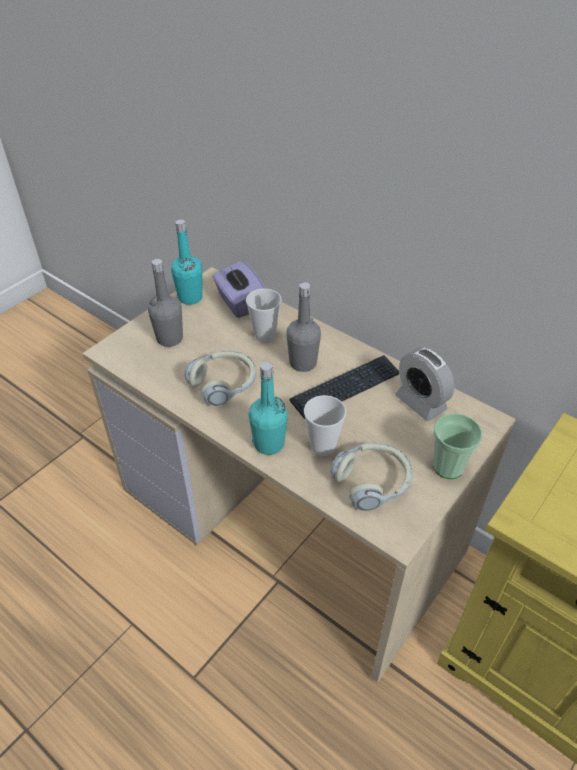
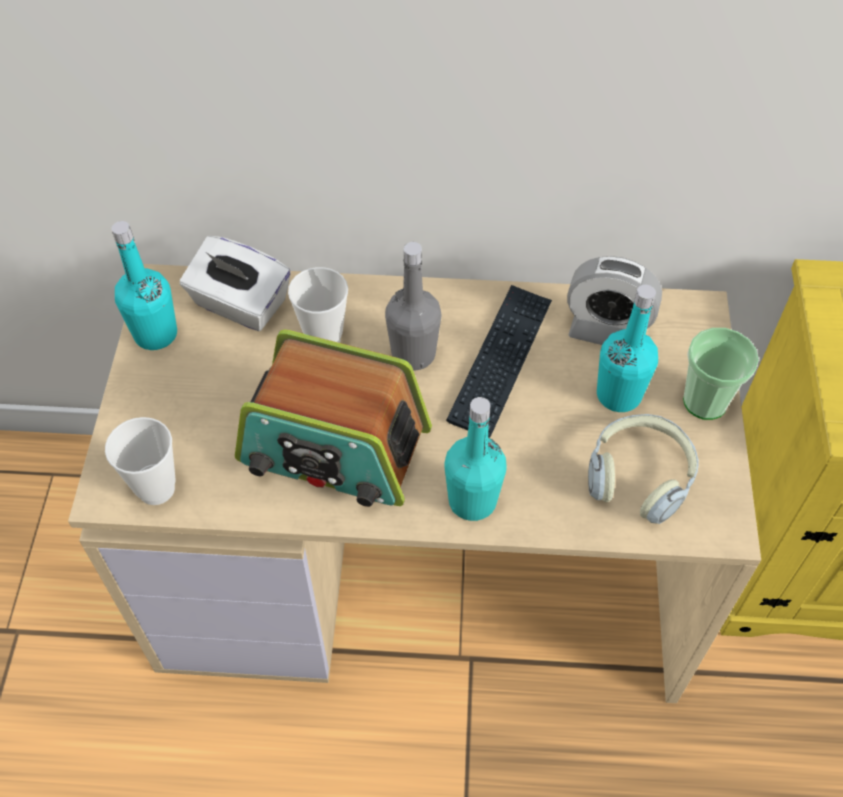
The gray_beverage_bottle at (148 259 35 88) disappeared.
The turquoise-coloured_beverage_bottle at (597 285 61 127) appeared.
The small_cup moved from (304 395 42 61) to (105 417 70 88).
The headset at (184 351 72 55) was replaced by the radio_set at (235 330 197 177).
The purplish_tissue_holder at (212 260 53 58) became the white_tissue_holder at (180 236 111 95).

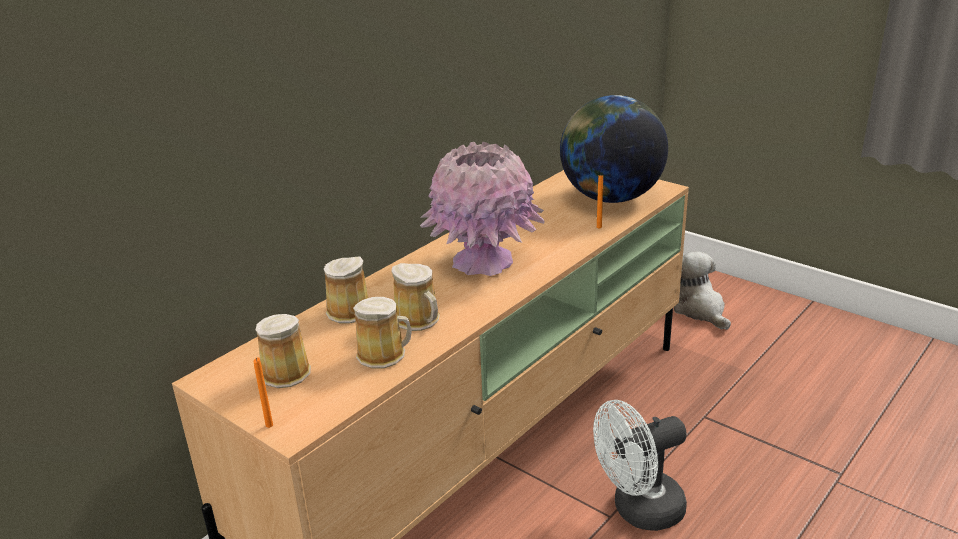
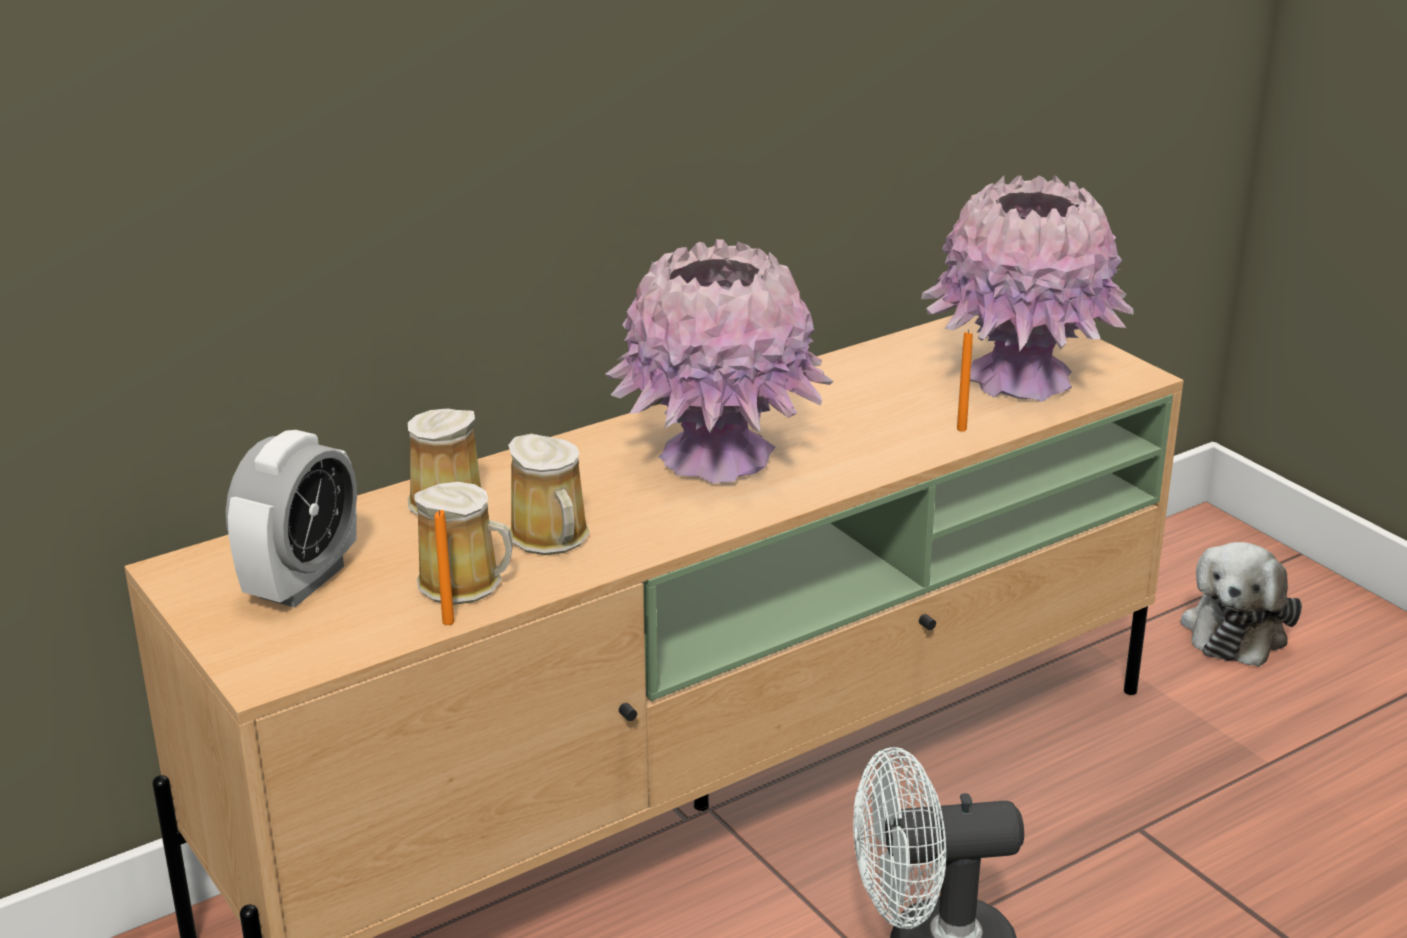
The orangey_wax_candle moved from (254 357 19 71) to (434 510 20 115).
The coffee_mug at (256 314 55 74) was replaced by the alarm_clock at (226 430 131 178).
The world_globe at (560 95 108 108) was replaced by the pink-coloured_flower_vase at (921 175 213 227).
The plush_toy at (674 252 57 78) turned 150 degrees counterclockwise.

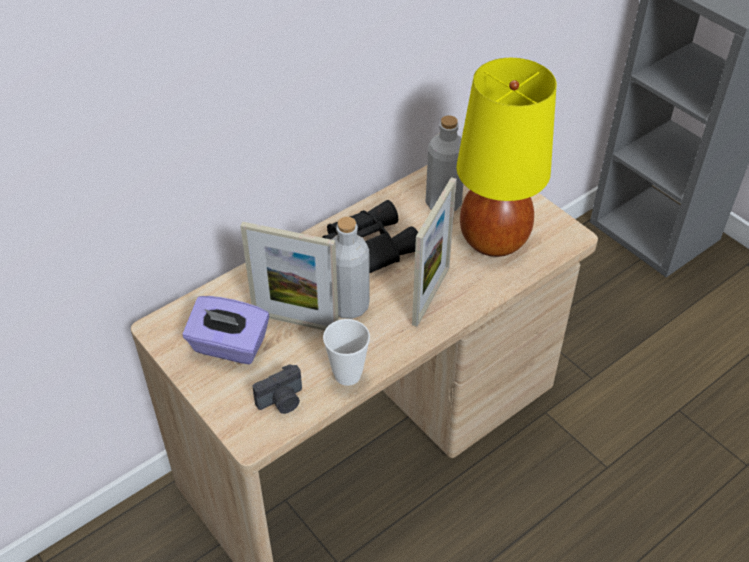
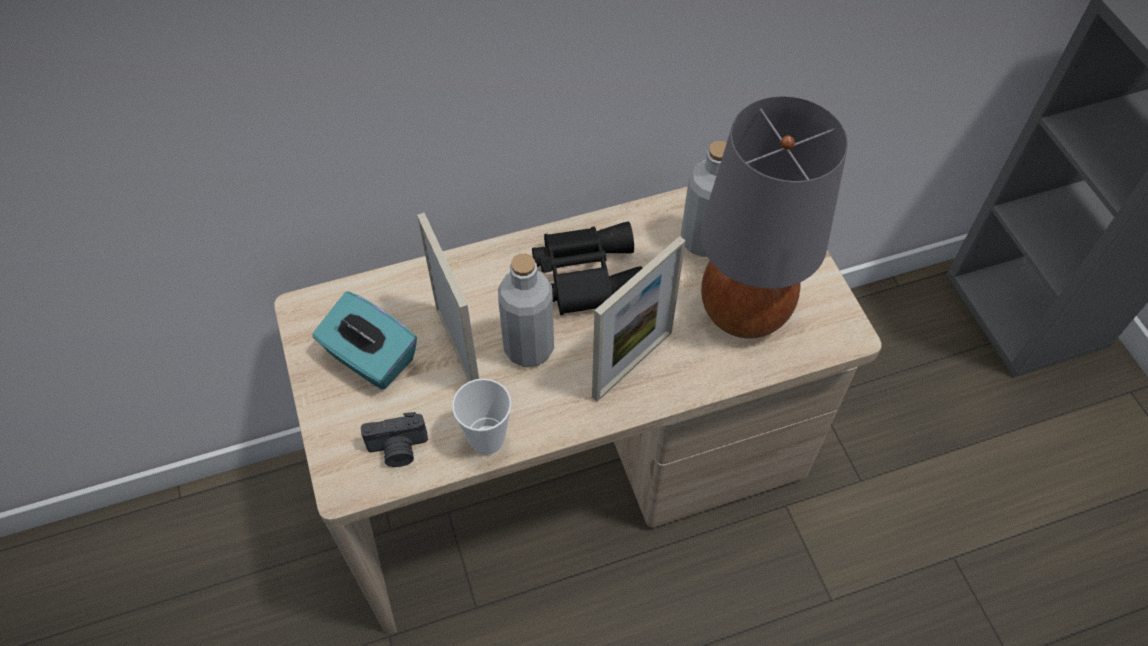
The purplish_tissue_holder at (183 296 86 68) became the turquoise-coloured_tissue_holder at (313 291 104 99).
The yellow-coloured_lamp_for_a_table at (457 58 100 199) became the gray_lamp_for_a_table at (701 96 147 242).
The picture_frame at (240 222 99 109) turned 150 degrees counterclockwise.

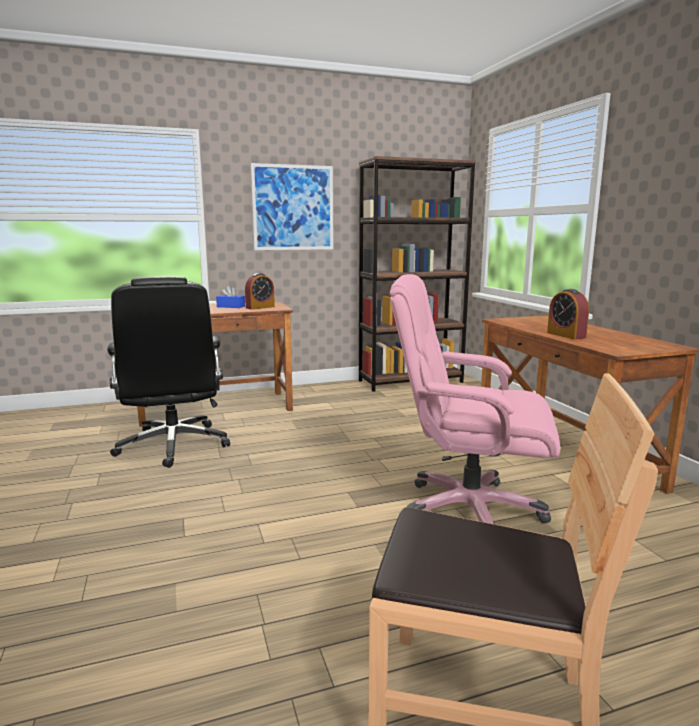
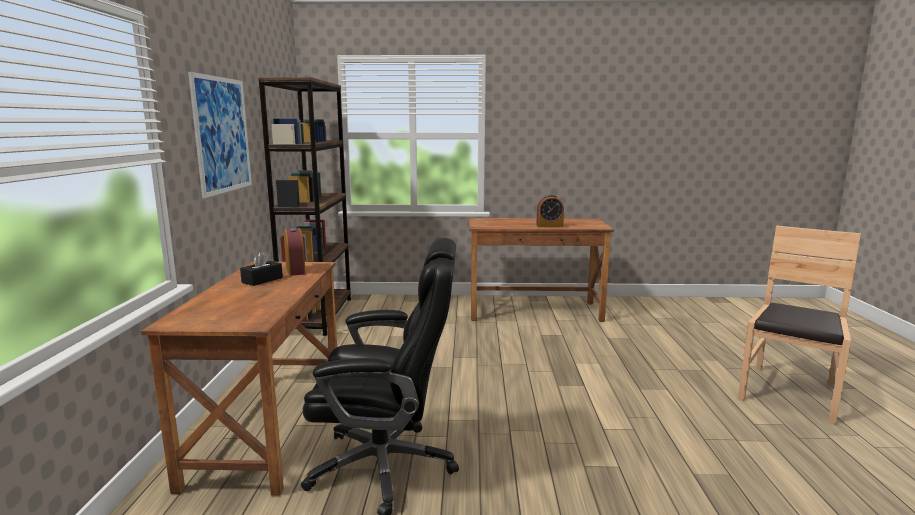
The pink-coloured_desk_chair at (390 274 170 250) disappeared.
The bluish_tissue_holder at (216 286 29 22) became the blackish_tissue_holder at (240 251 43 35).

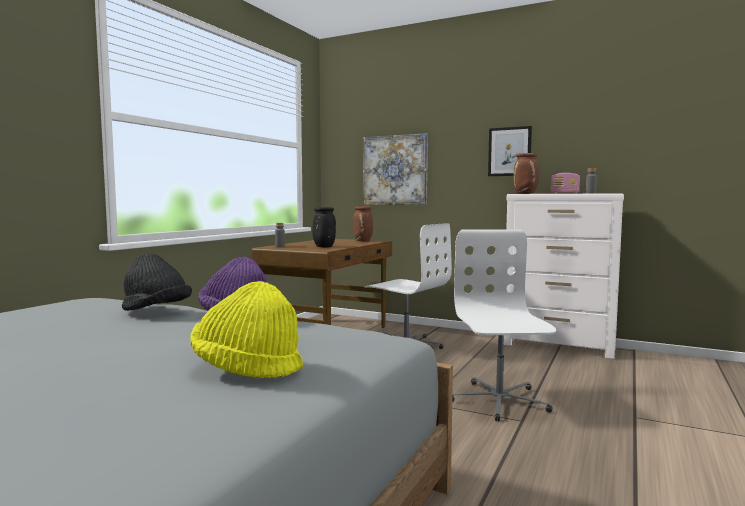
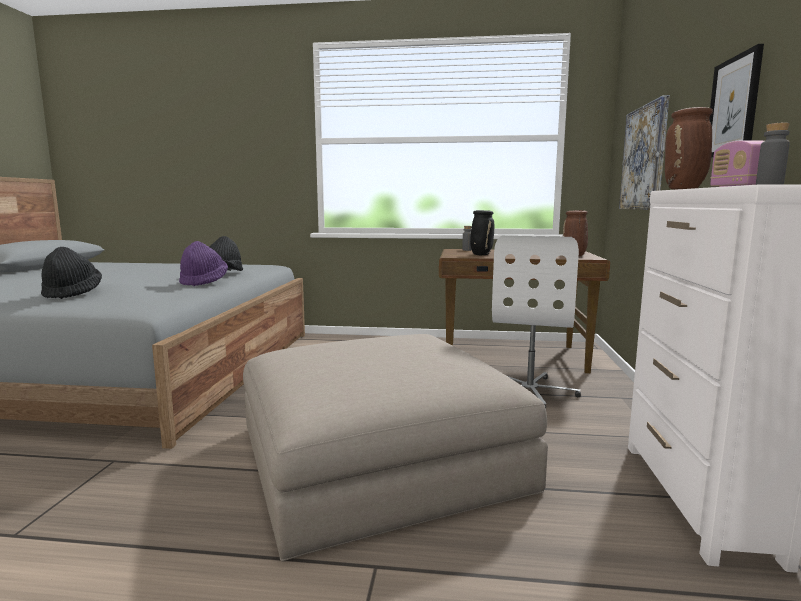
The white_desk_chair at (452 229 104 192) was replaced by the beige-coloured_pouffe at (243 334 305 227).
The yellow-coloured_wearable_hat at (190 281 113 97) became the blackish_wearable_hat at (41 247 61 52).

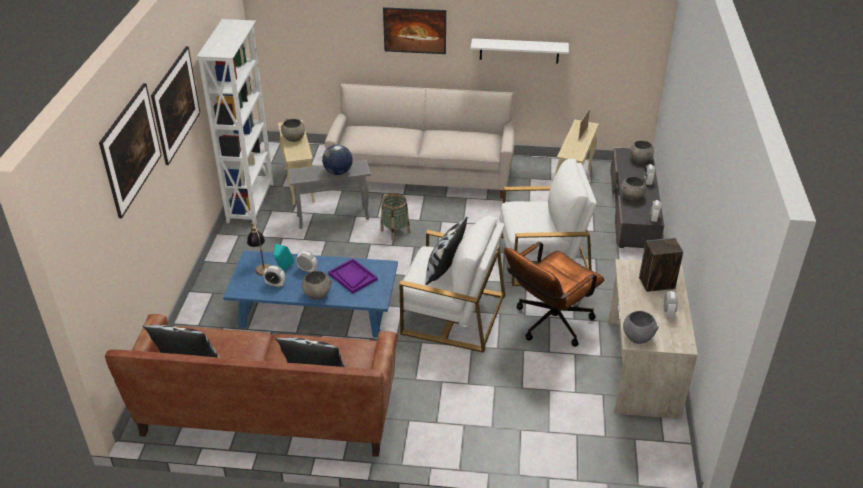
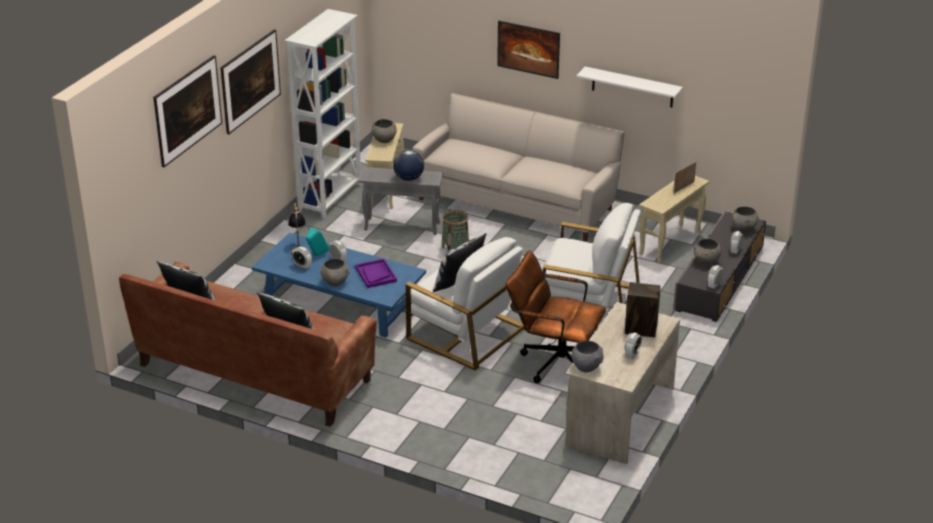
The brown-coloured_desk_chair at (504 242 100 105) turned 45 degrees clockwise.

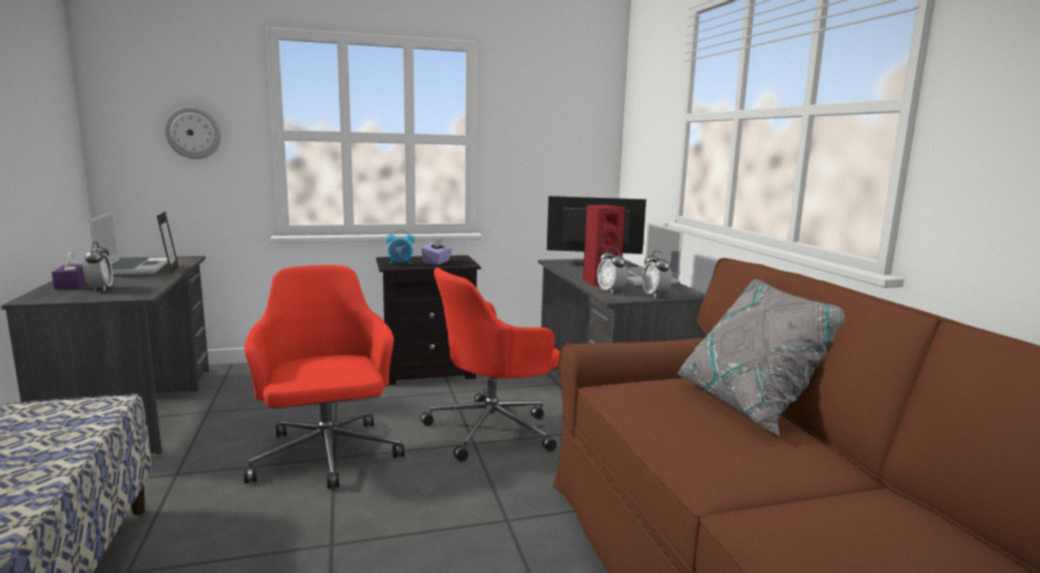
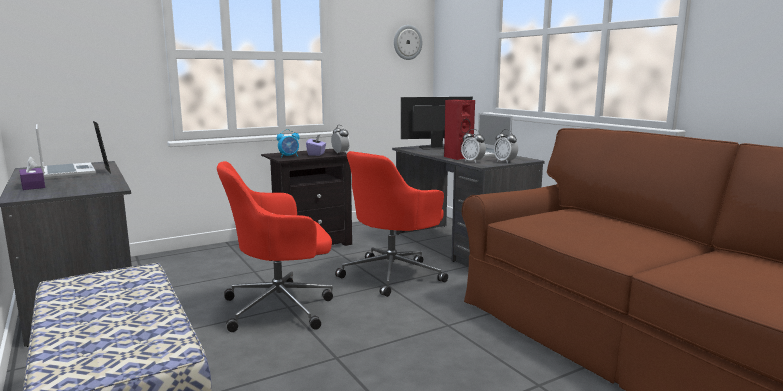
The gray_pillow at (677 279 168 157) disappeared.
The alarm_clock moved from (83 242 30 49) to (331 125 19 29).
The hanging_clock moved from (165 107 56 52) to (394 25 28 35).
The red_desk_chair at (244 265 160 224) turned 75 degrees counterclockwise.

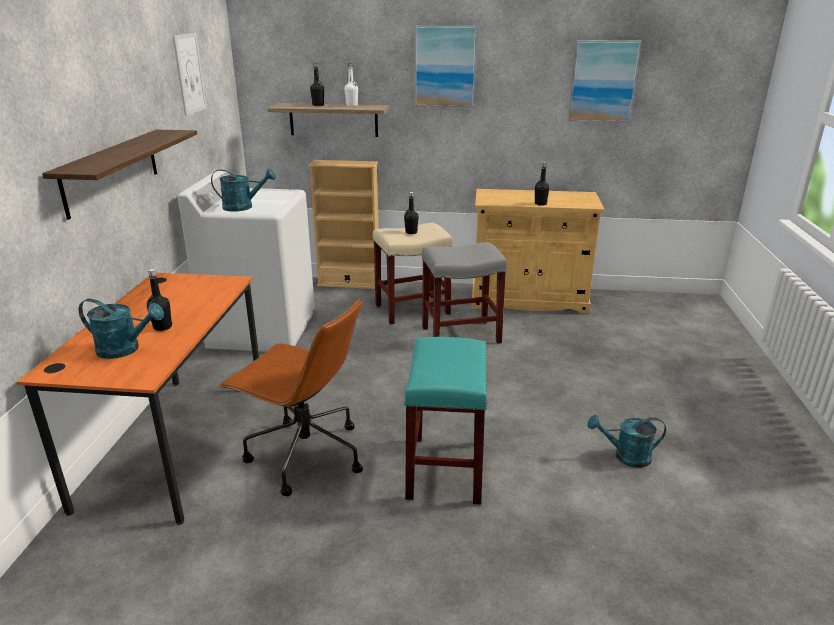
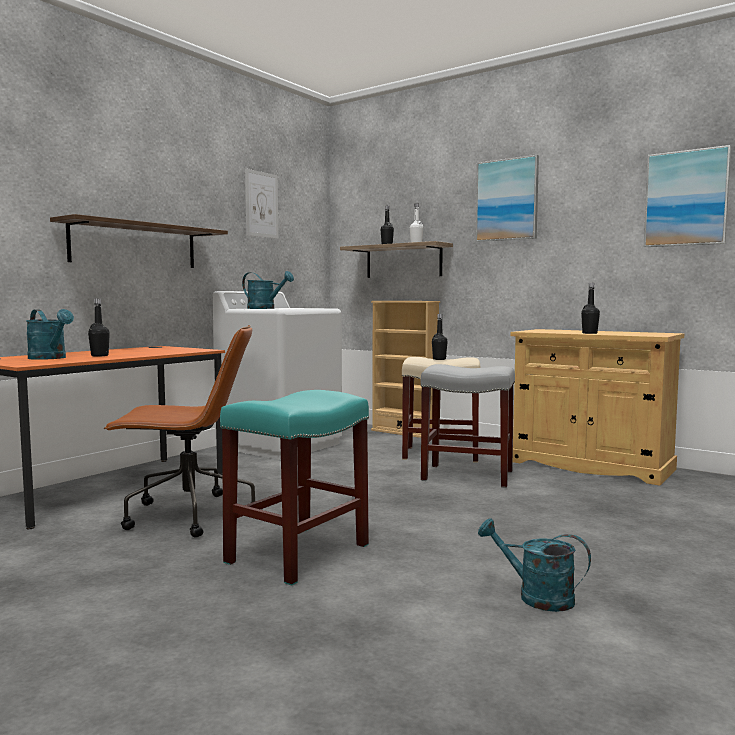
The brown-coloured_desk_chair at (219 298 144 198) turned 60 degrees counterclockwise.

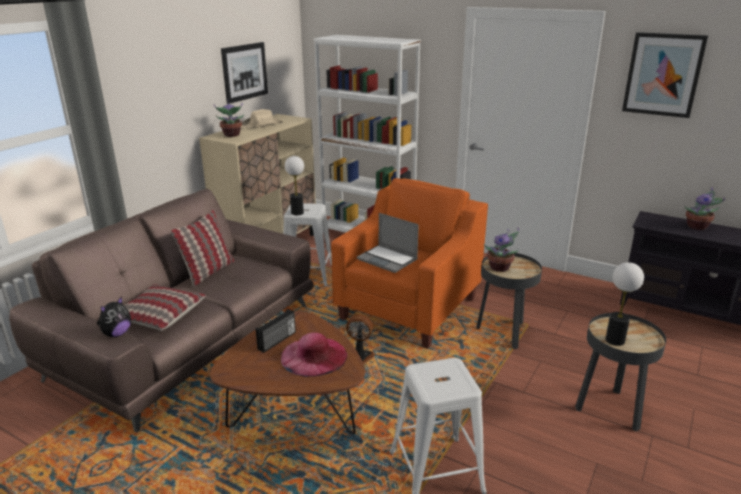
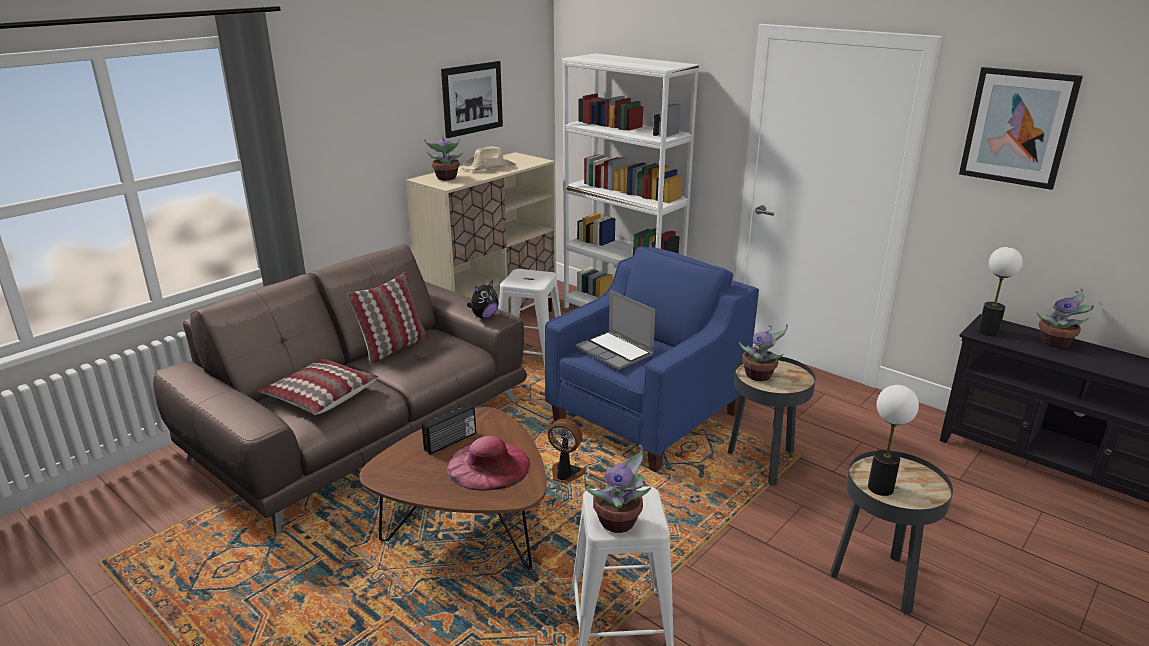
The houseplant at (585 445 66 88) appeared.
The plush_toy moved from (97 296 34 41) to (467 281 31 38).
The lamp_for_a_table moved from (285 156 19 59) to (978 247 45 89).
The orangey_lounge_chair at (331 178 157 171) became the bluish_lounge_chair at (545 246 214 227).

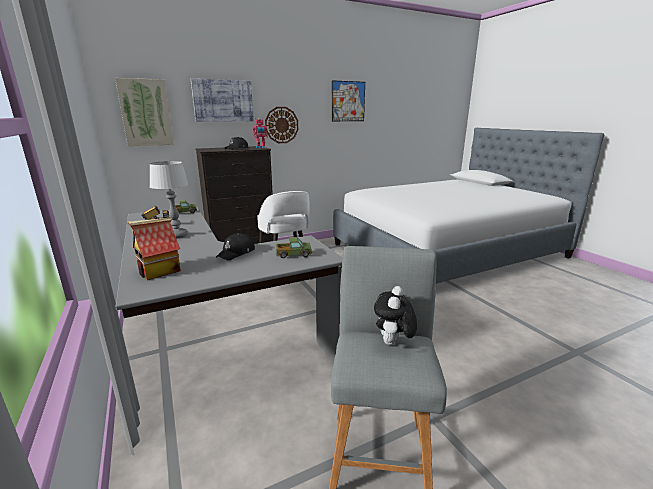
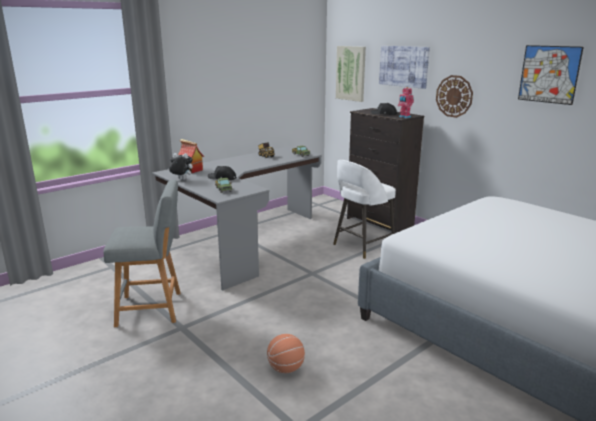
The lamp_for_a_table at (149 161 40 78) disappeared.
The basketball_ball at (267 334 38 39) appeared.
The plush_toy moved from (374 286 43 59) to (168 153 25 27).

